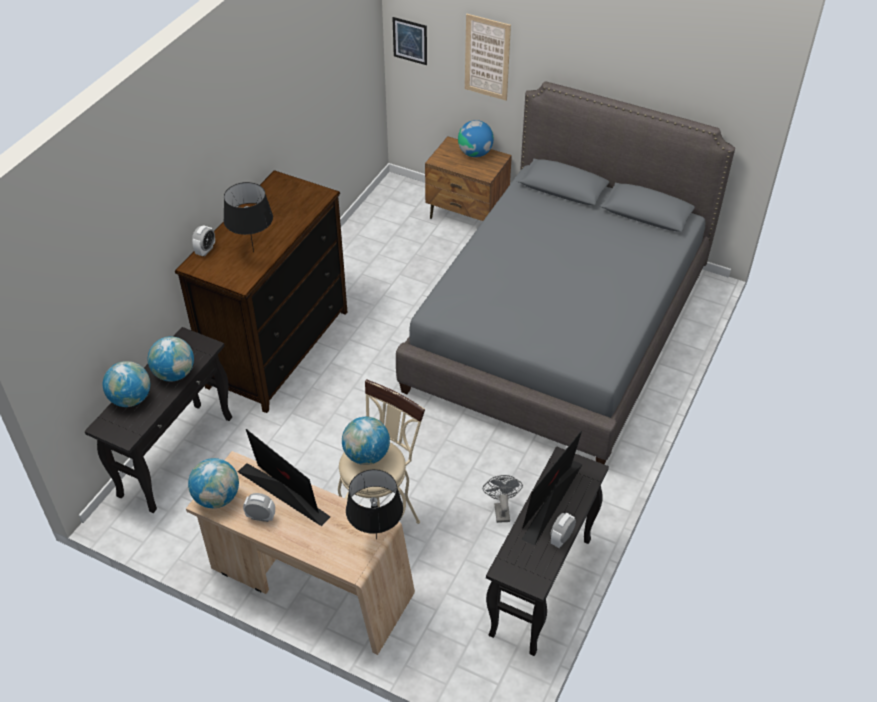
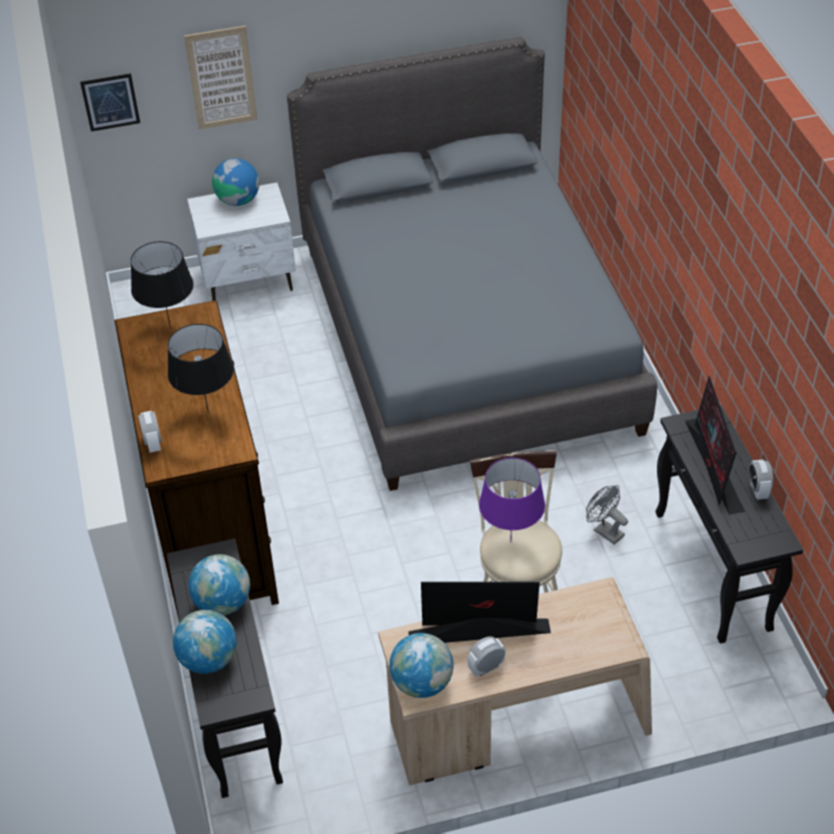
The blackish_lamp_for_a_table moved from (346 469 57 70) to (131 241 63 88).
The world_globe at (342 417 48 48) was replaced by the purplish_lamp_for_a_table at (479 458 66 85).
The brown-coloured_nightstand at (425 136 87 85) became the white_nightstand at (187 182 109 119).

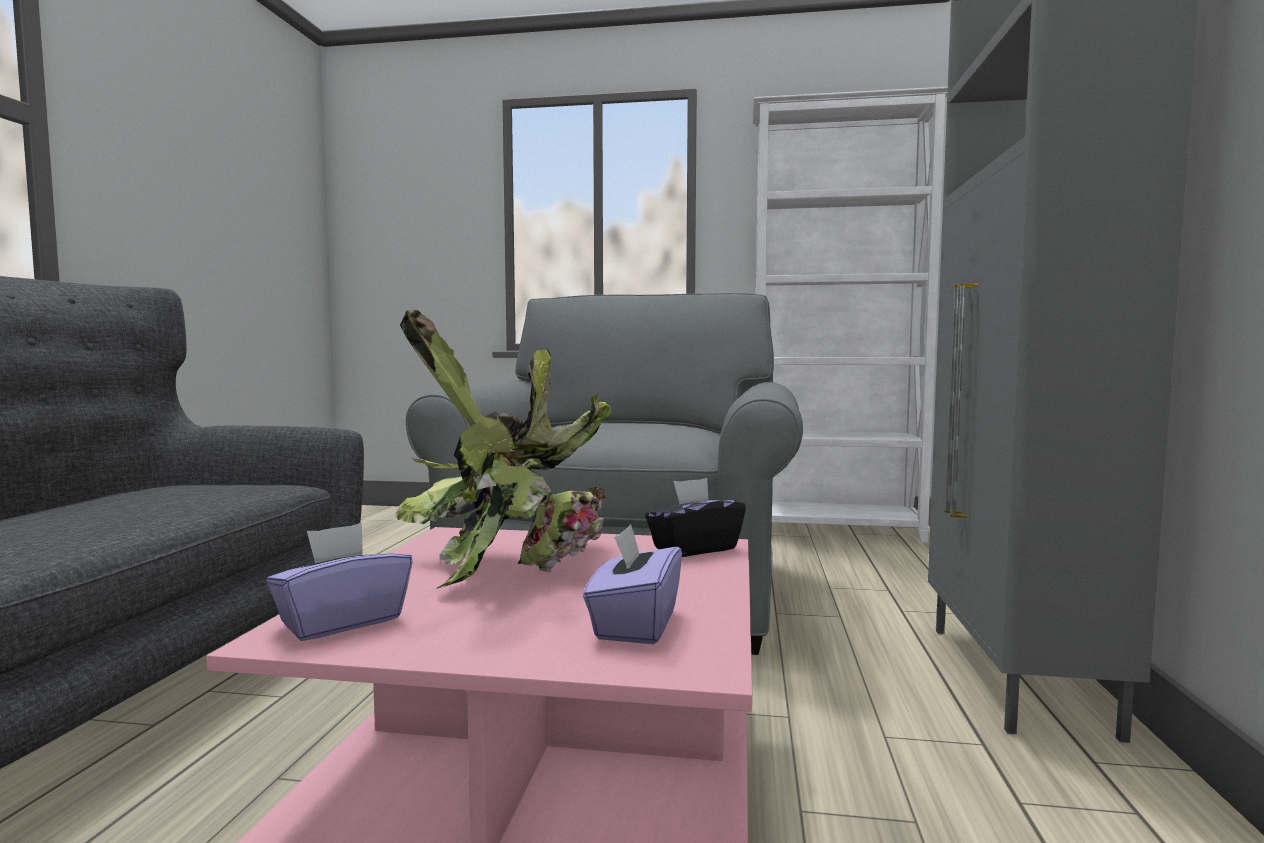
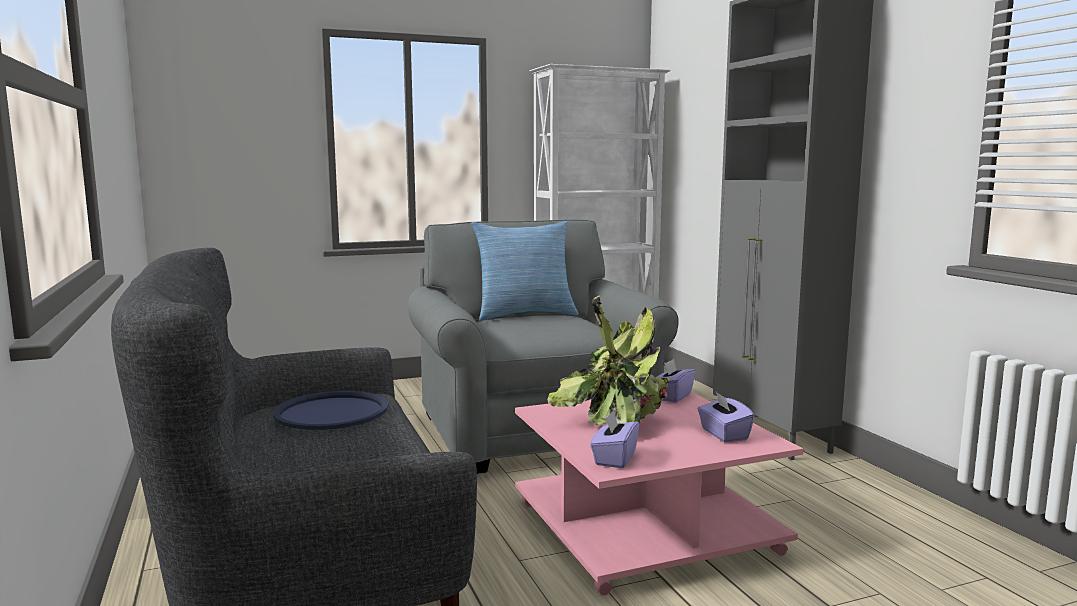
The bluish_tray at (273 391 116 39) appeared.
The pillow at (471 221 108 100) appeared.
The blackish_tissue_holder at (645 478 101 79) became the purplish_tissue_holder at (655 359 40 44).

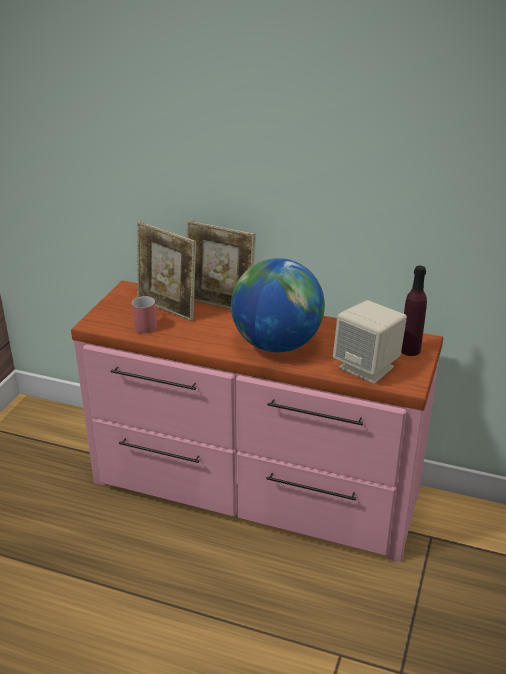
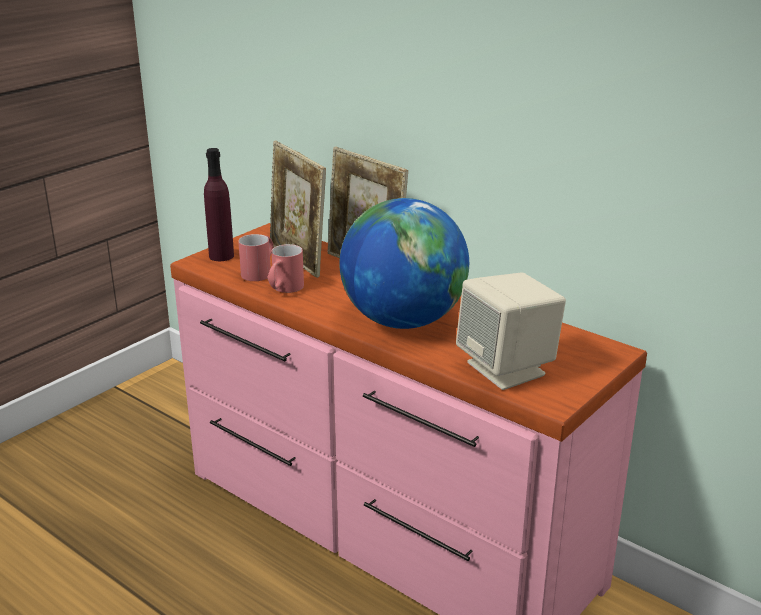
The red_coffee_mug at (268 244 36 49) appeared.
The purplish_beverage_bottle moved from (401 266 26 90) to (204 148 30 113).

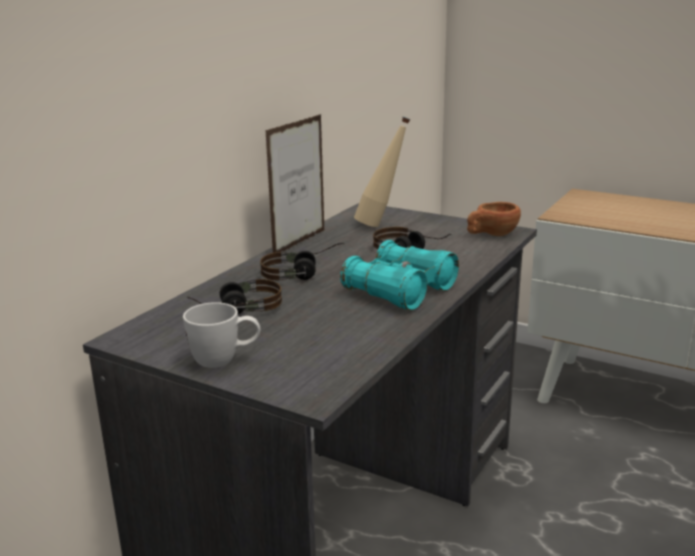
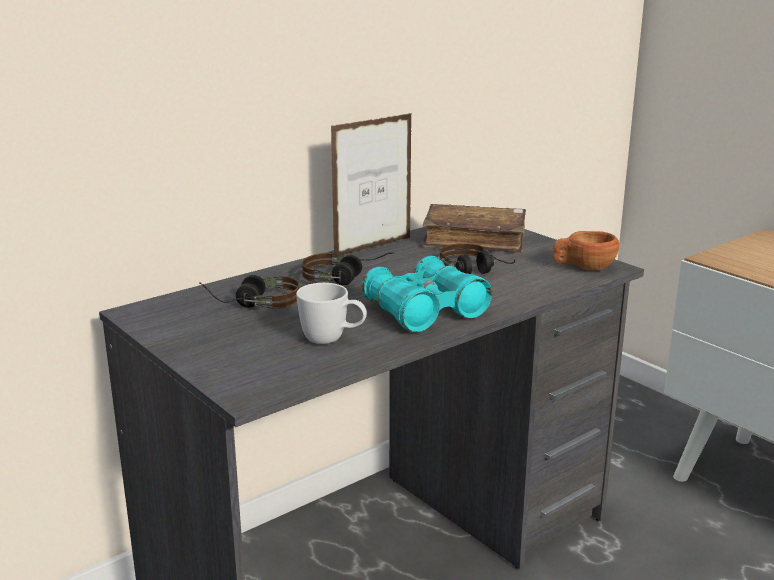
The white_coffee_mug moved from (183 302 77 66) to (296 283 71 61).
The beige-coloured_beverage_bottle at (354 117 56 110) was replaced by the brown-coloured_book at (422 204 104 50).

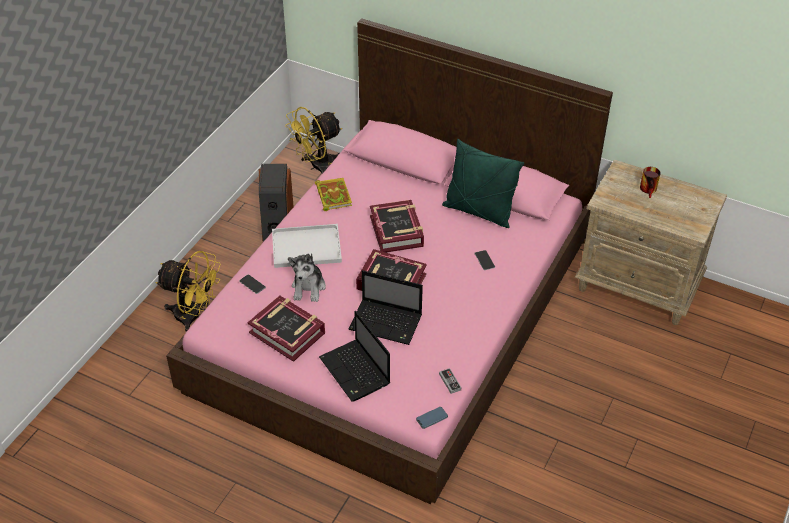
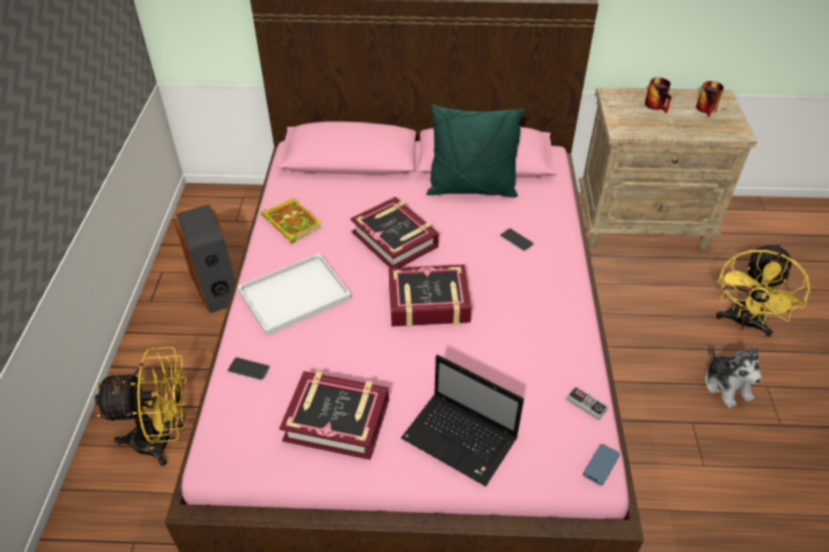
The portable_computer at (349 270 74 75) disappeared.
The coffee_mug at (696 81 28 36) appeared.
The yellow-coloured_fan moved from (285 107 57 67) to (716 243 94 94).
The plush_toy moved from (288 253 38 49) to (705 344 57 64).

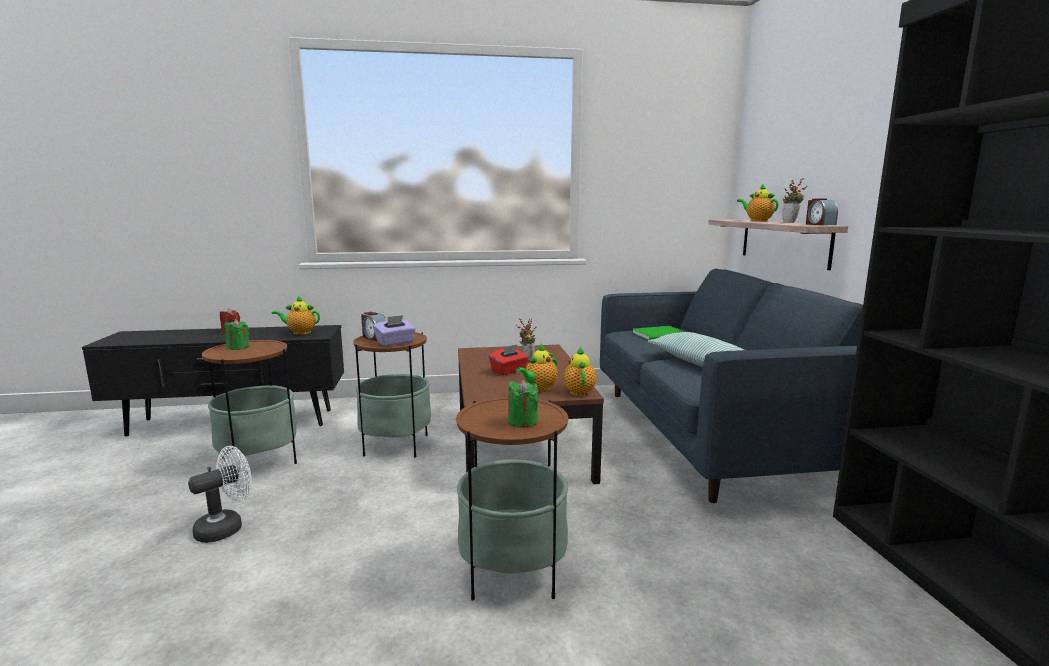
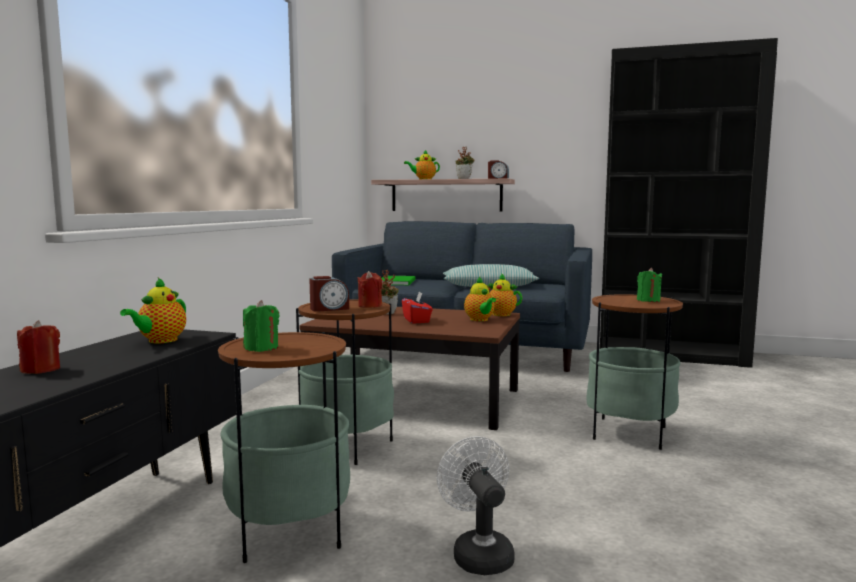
The purplish_tissue_holder at (373 315 43 31) was replaced by the red_wax_candle at (358 271 24 37).

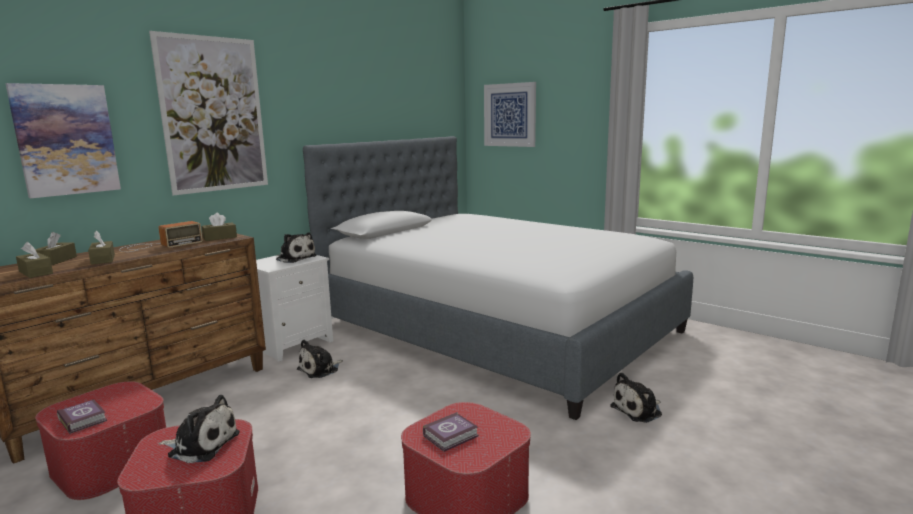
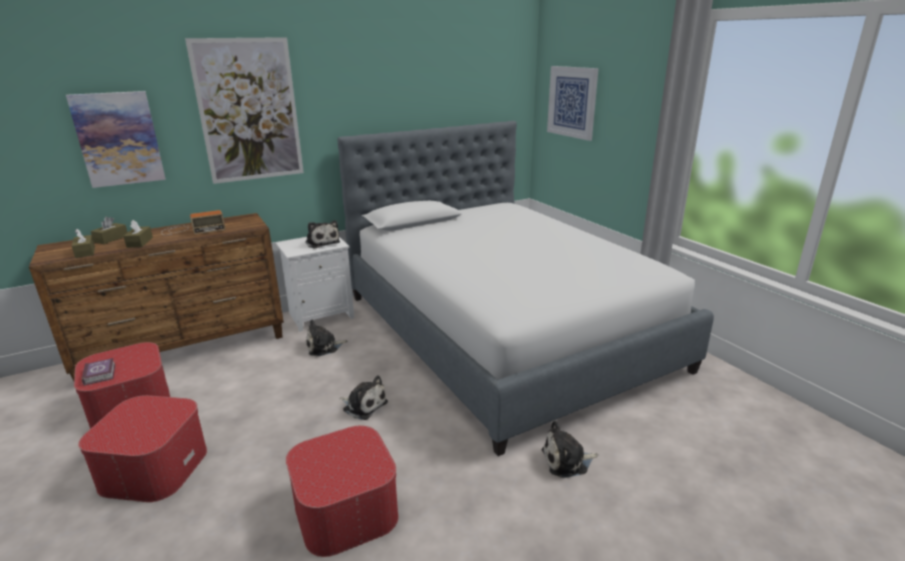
The brown-coloured_tissue_holder at (202 213 35 28) disappeared.
The book at (423 412 56 40) disappeared.
The plush_toy moved from (159 395 81 68) to (339 375 49 45).

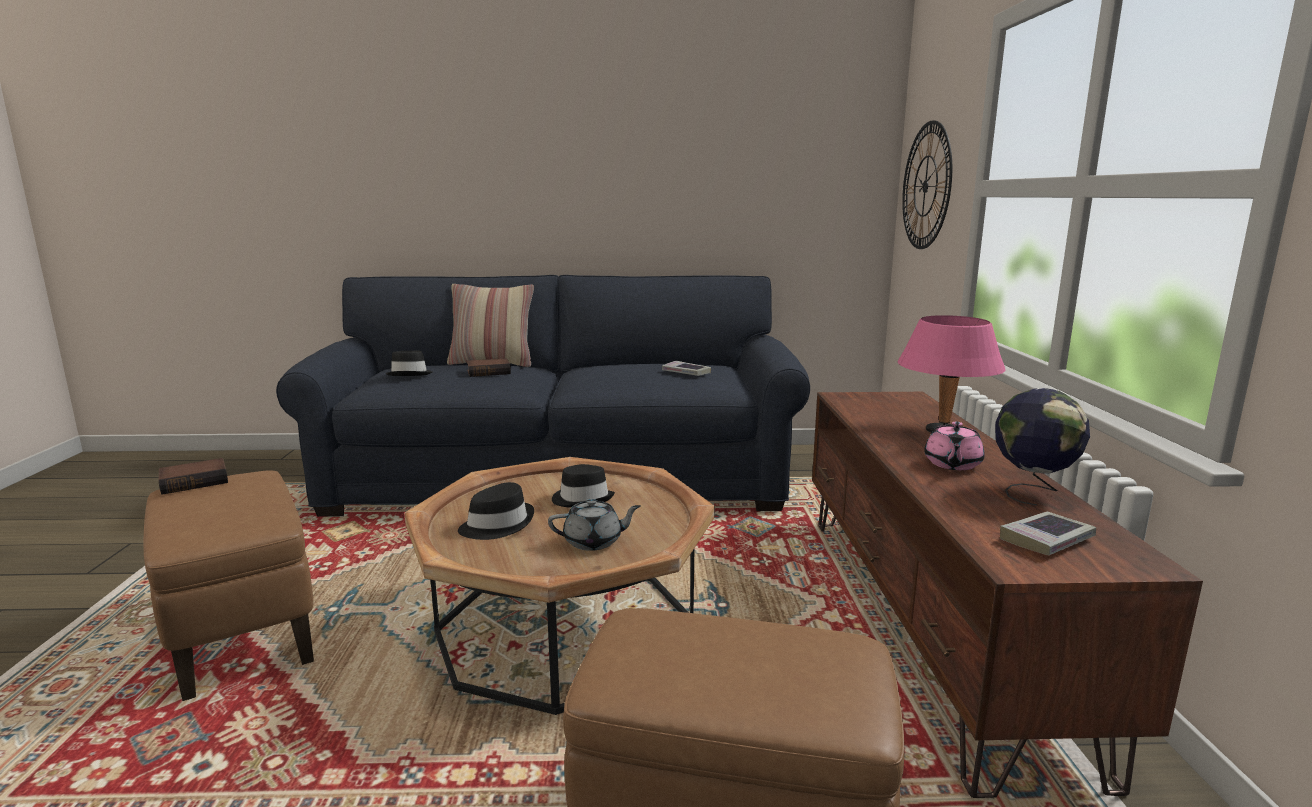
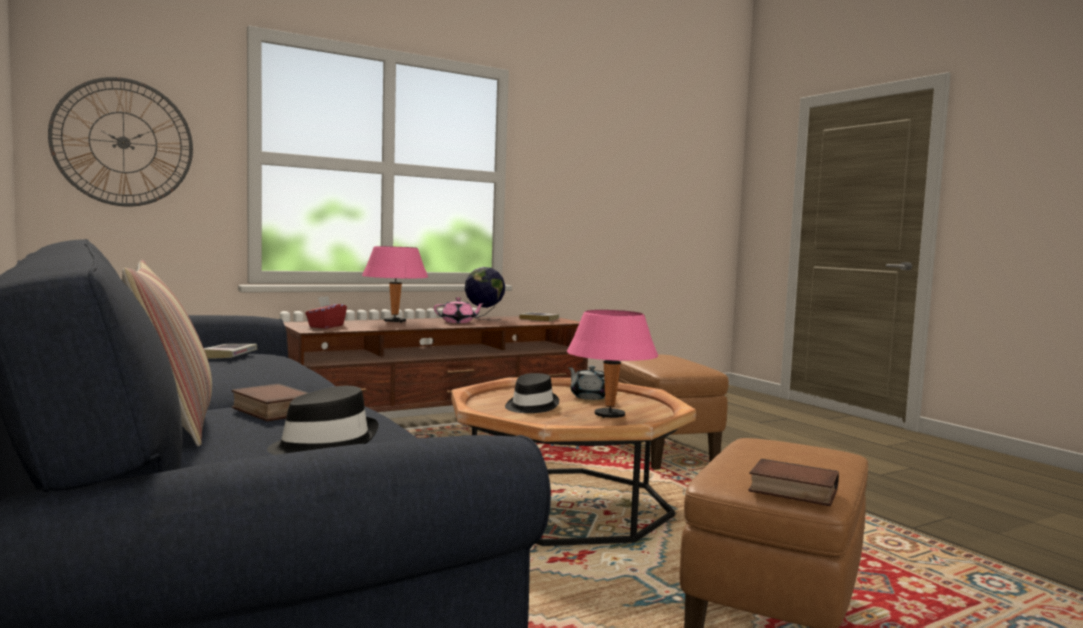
The red_tissue_holder at (305 296 42 32) appeared.
The blackish_wearable_hat at (458 482 76 58) was replaced by the pink-coloured_lamp_for_a_table at (567 310 91 108).

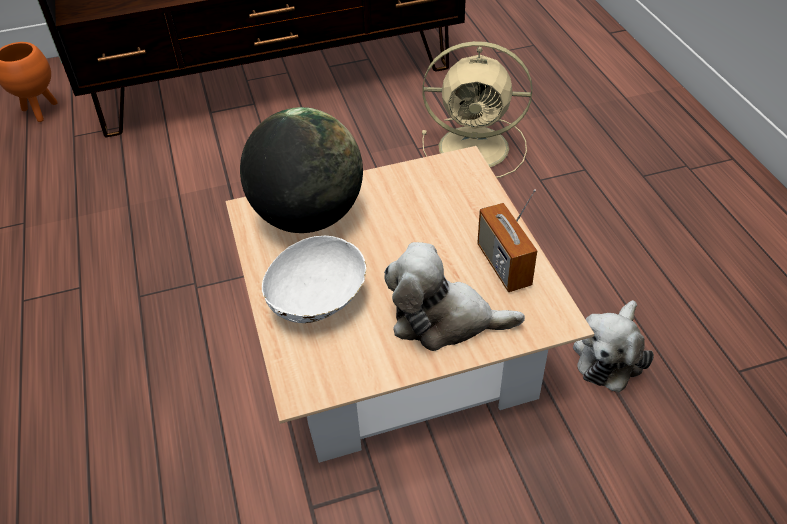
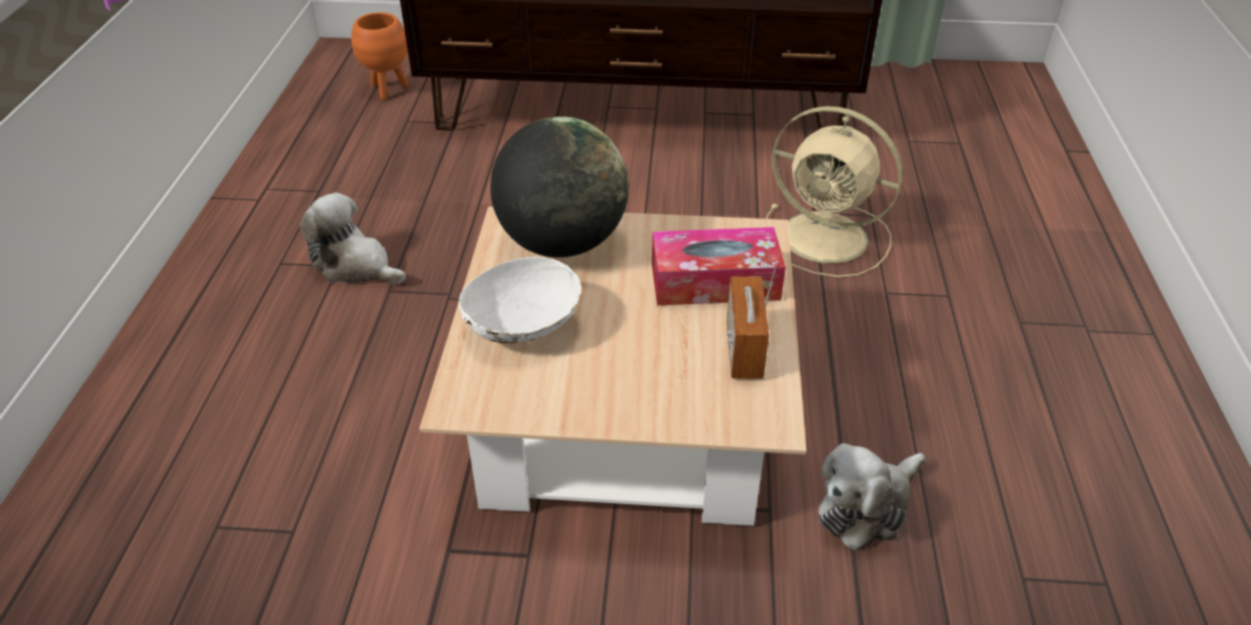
The tissue_holder at (652 227 134 79) appeared.
The plush_toy moved from (384 242 141 109) to (300 193 106 91).

